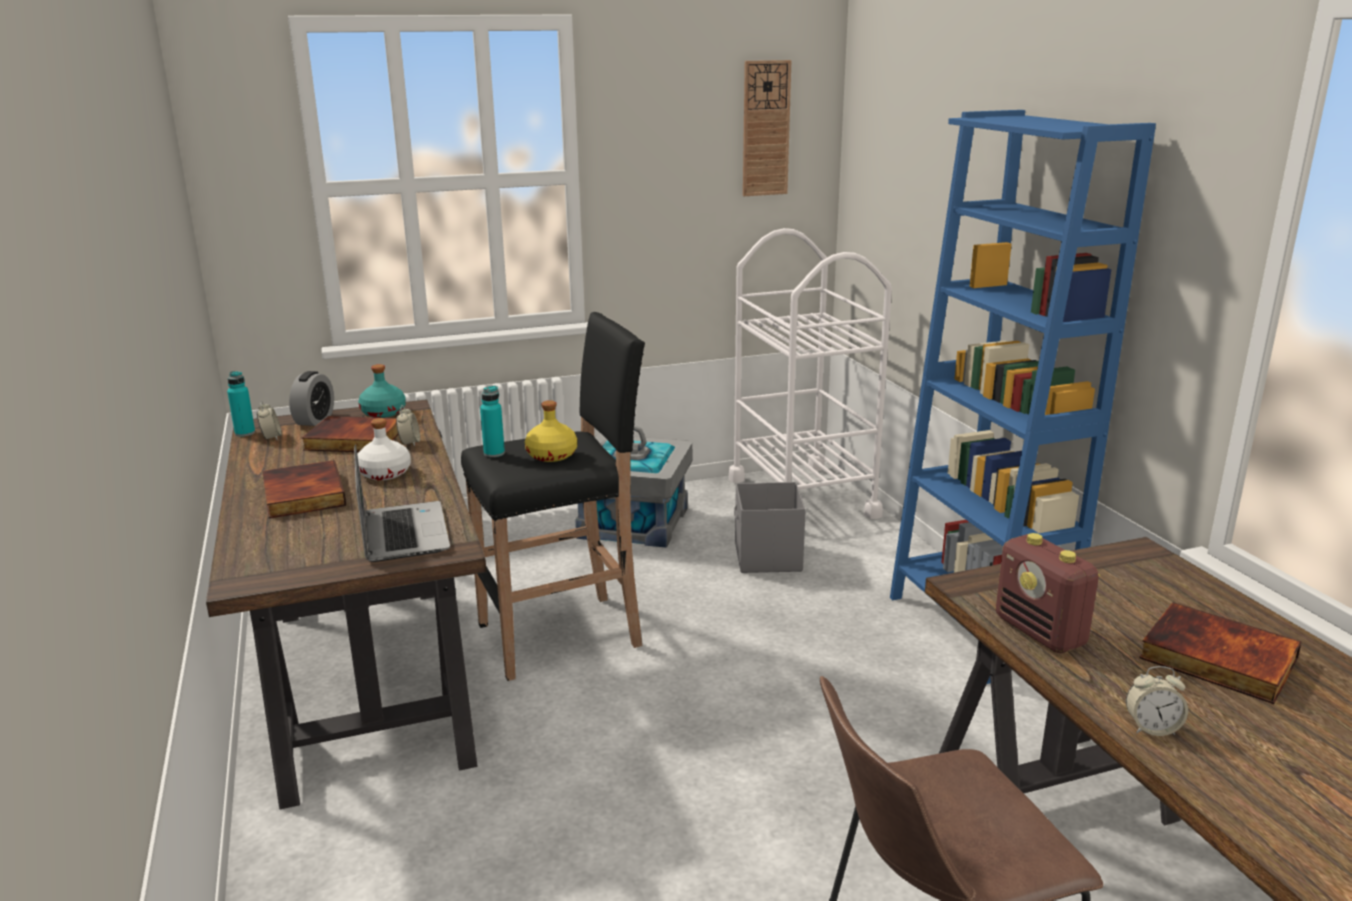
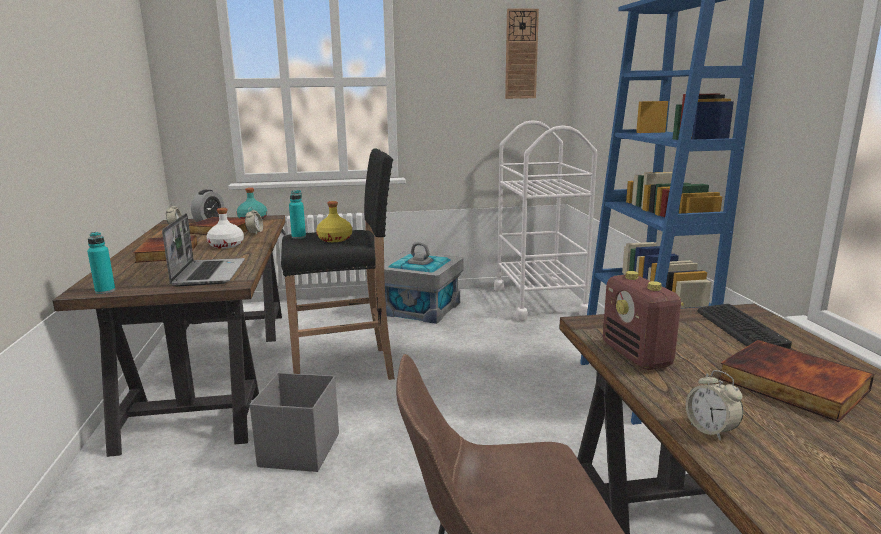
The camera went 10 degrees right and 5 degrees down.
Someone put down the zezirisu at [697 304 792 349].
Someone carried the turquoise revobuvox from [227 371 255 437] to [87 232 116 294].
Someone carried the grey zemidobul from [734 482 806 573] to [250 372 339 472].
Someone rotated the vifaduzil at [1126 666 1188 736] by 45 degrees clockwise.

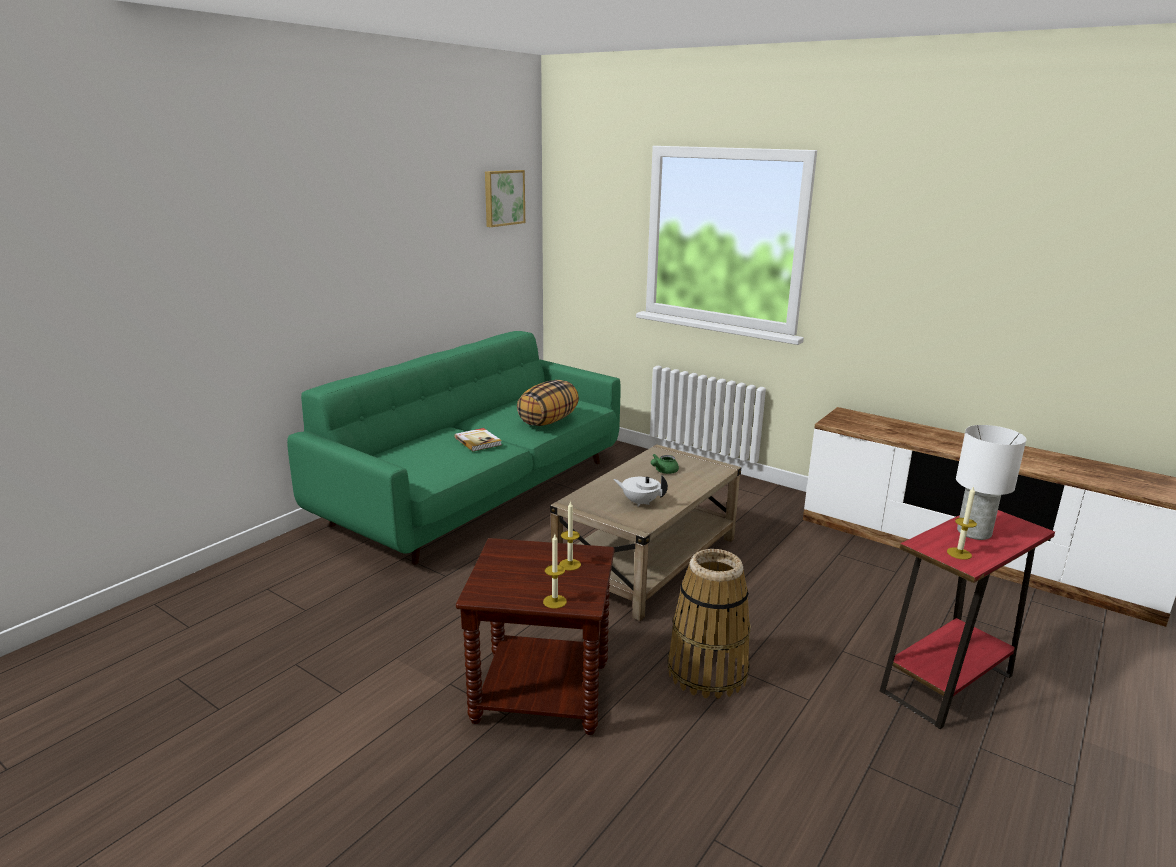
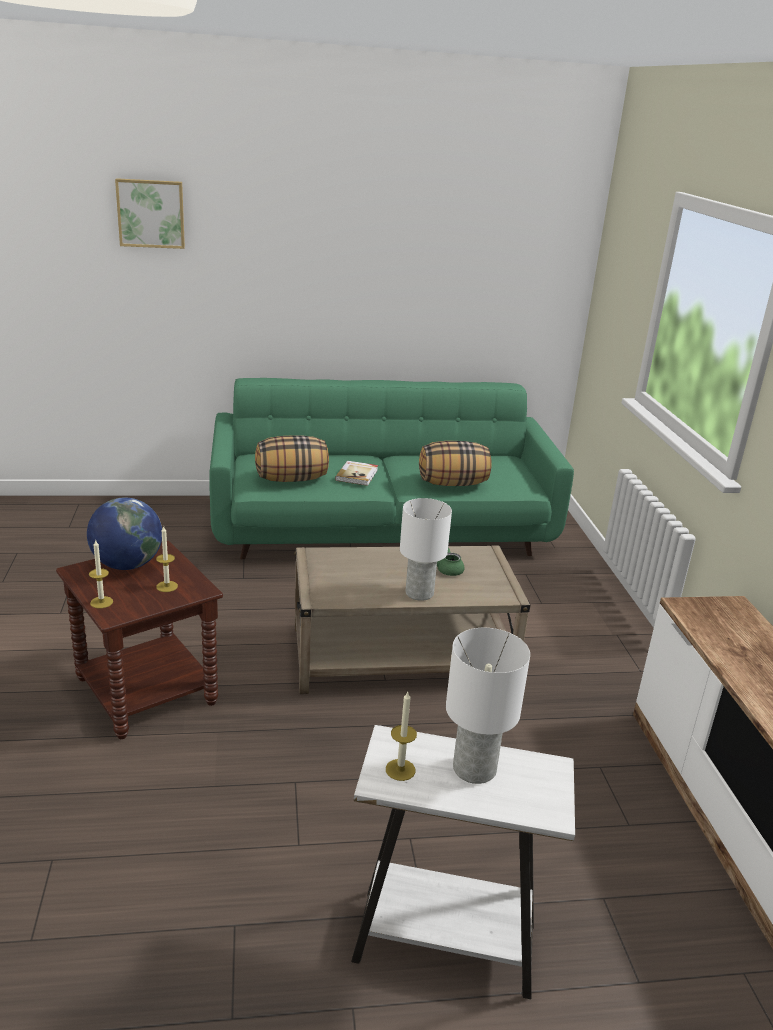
The camera went 45 degrees right and 5 degrees up.
Someone took away the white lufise at [613 476 668 507].
Someone took away the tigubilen at [668 549 751 699].
Someone put down the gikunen at [87 497 162 570].
Someone put down the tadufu at [255 435 329 482].
Someone put down the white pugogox at [400 498 452 601].
Someone carried the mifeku from [485 170 525 227] to [115 178 185 249].
Someone repainted the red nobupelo at [880 510 1055 729], which became the white nobupelo at [351 725 575 999].

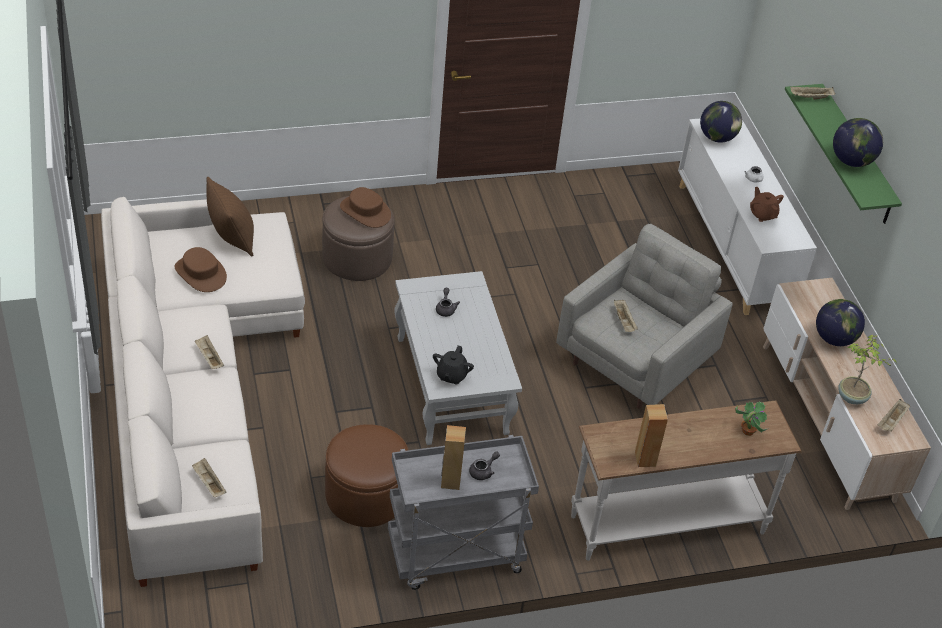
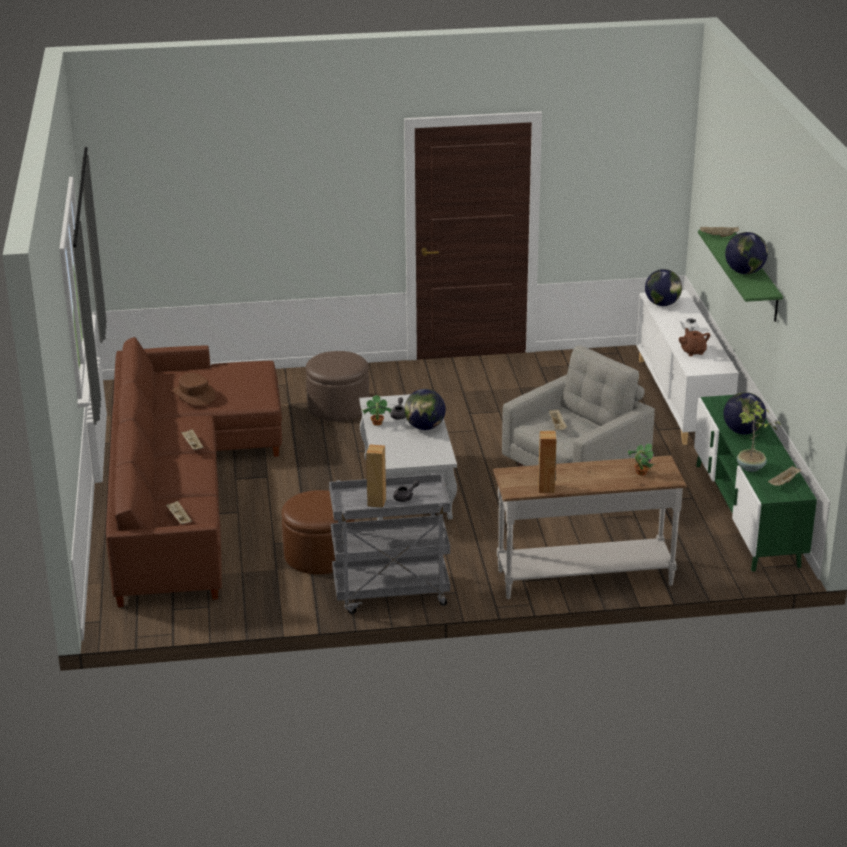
The camera went 10 degrees right and 15 degrees down.
Someone took away the brown tadufu at [206 177 254 257].
Someone took away the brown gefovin at [340 187 391 228].
Someone took away the black lufise at [433 345 474 385].
Someone put down the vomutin at [361 395 392 426].
Someone put down the gikunen at [404 389 446 430].
Someone repainted the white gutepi at [101 197 305 587], which became the brown gutepi at [106 337 282 607].
Someone repainted the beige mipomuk at [763 278 931 510], which became the green mipomuk at [694 395 817 572].

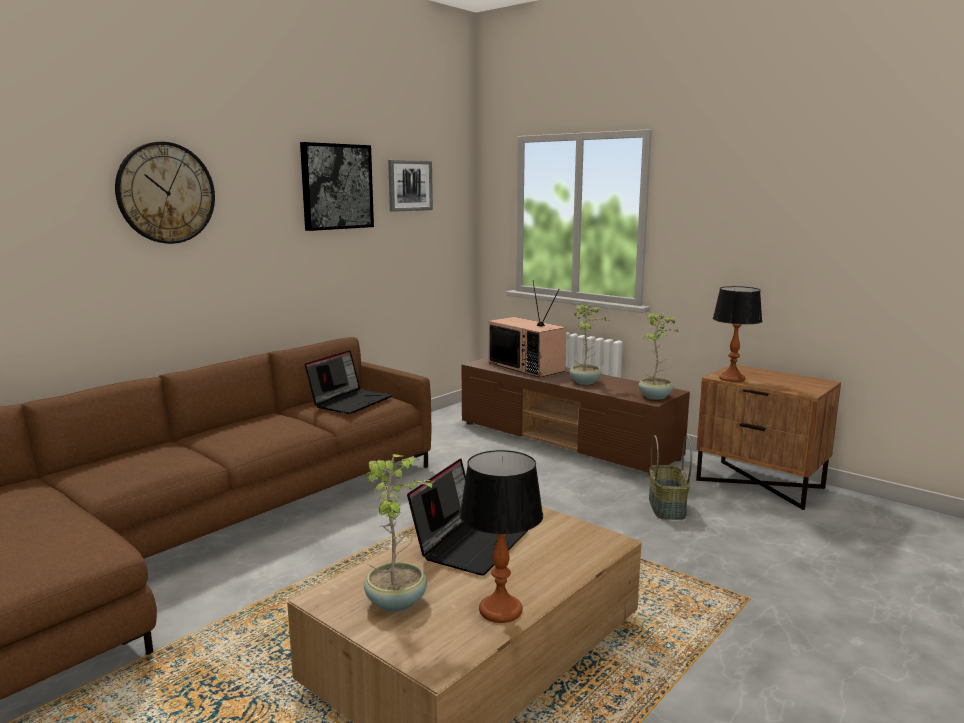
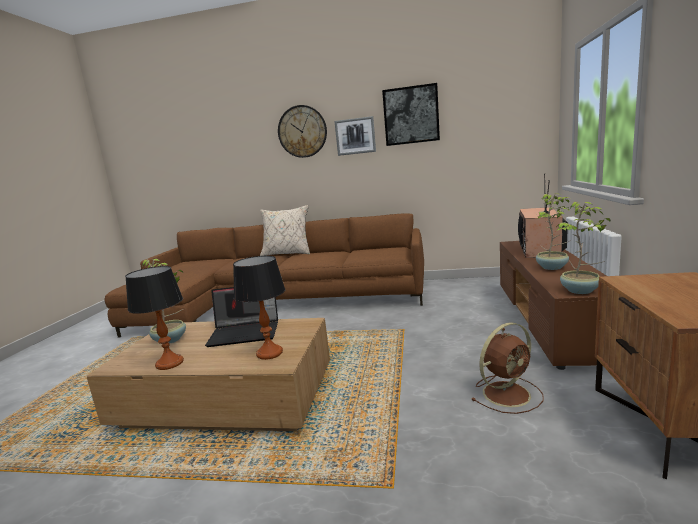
The camera went 60 degrees right and 0 degrees up.
Someone took away the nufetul at [305 350 392 414].
Someone put down the beige tadufu at [260 205 310 256].
Someone carried the mifeku from [388 160 433 212] to [334 116 376 156].
Someone carried the pugogox from [713 286 762 382] to [233 256 285 360].
Someone swapped the tigubilen at [649 435 692 520] for the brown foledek at [472 322 544 414].

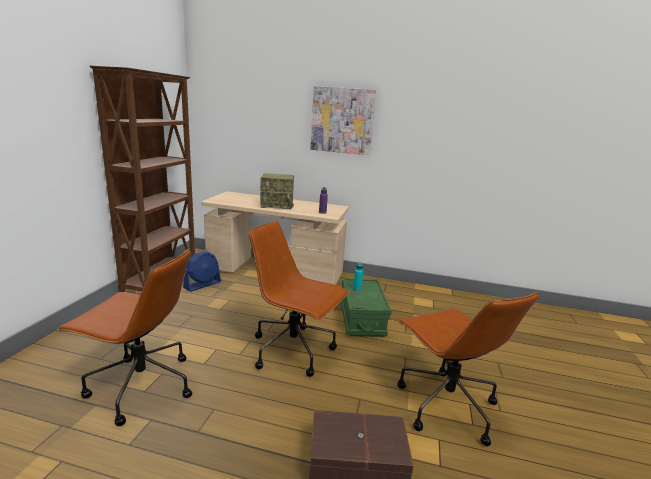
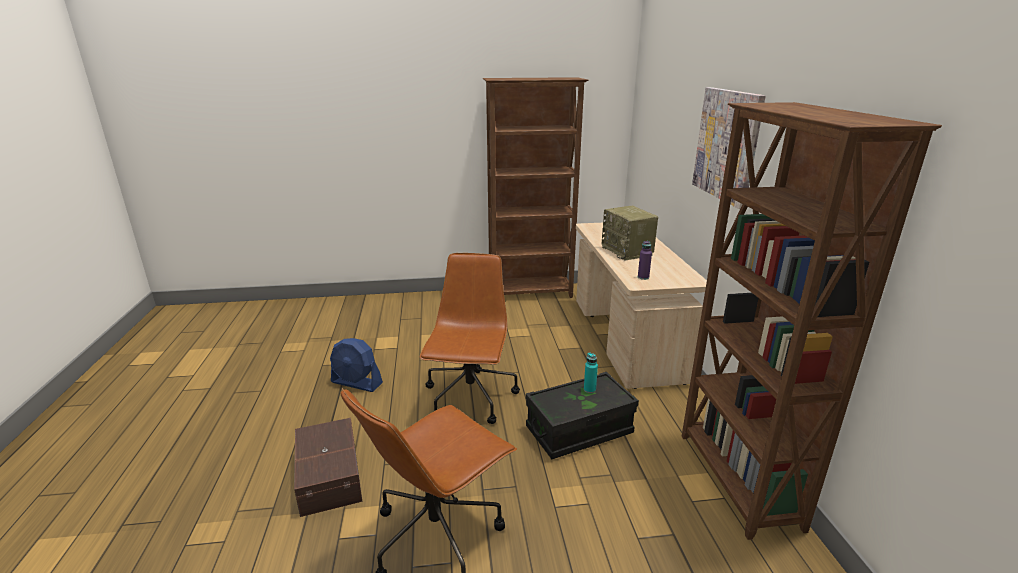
The camera went 70 degrees right and 5 degrees up.
Someone took away the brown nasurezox at [56 249 192 426].
Someone put down the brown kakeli at [682 102 942 540].
Someone carried the blue foledek from [183 251 221 292] to [330 338 383 392].
Someone repainted the green zemidobul at [341 278 392 337], which became the black zemidobul at [526 372 639 459].

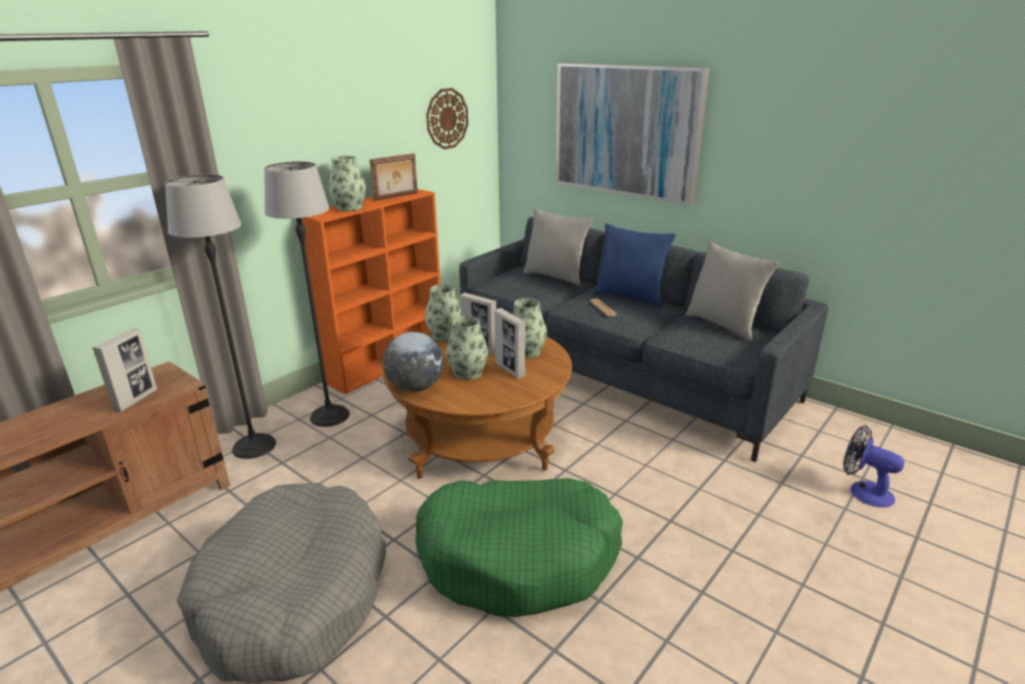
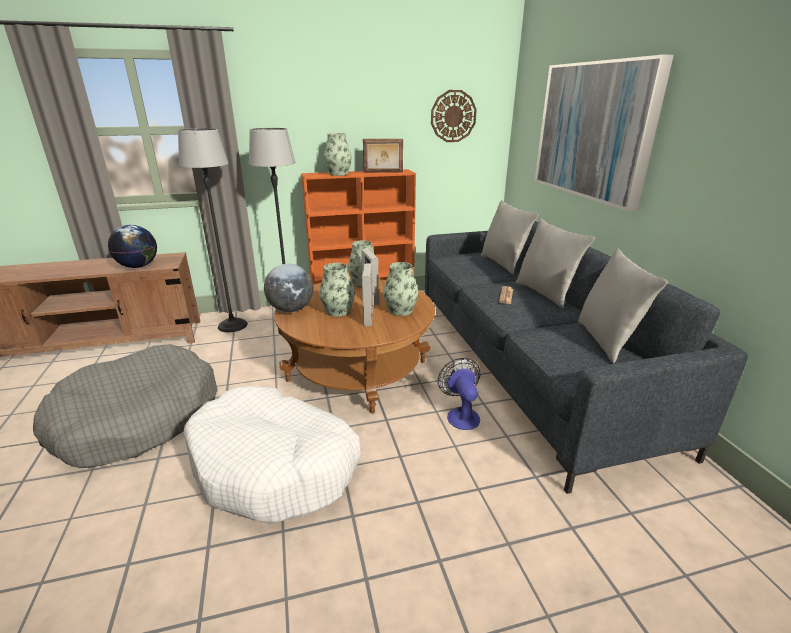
The camera went 35 degrees right and 0 degrees up.
Someone carried the foledek from [843 425 904 507] to [438 358 480 430].
Someone swapped the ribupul at [93 328 157 412] for the gikunen at [108 225 157 268].
Someone repainted the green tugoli at [416 478 623 617], which became the white tugoli at [183 385 361 524].
Someone repainted the blue tadufu at [594 224 676 307], which became the grey tadufu at [516 218 595 309].

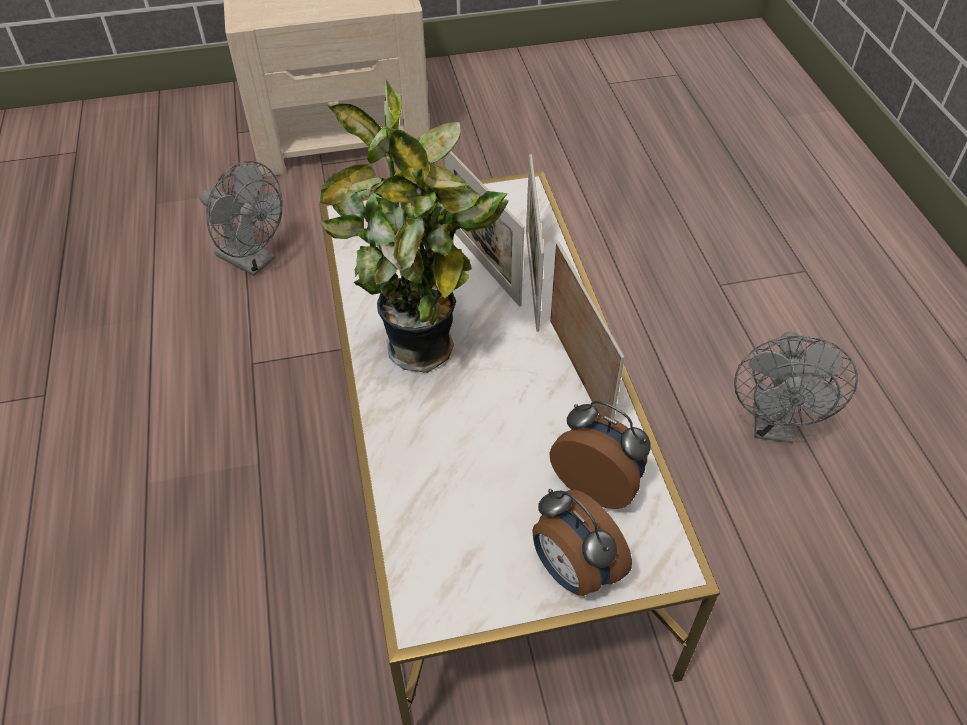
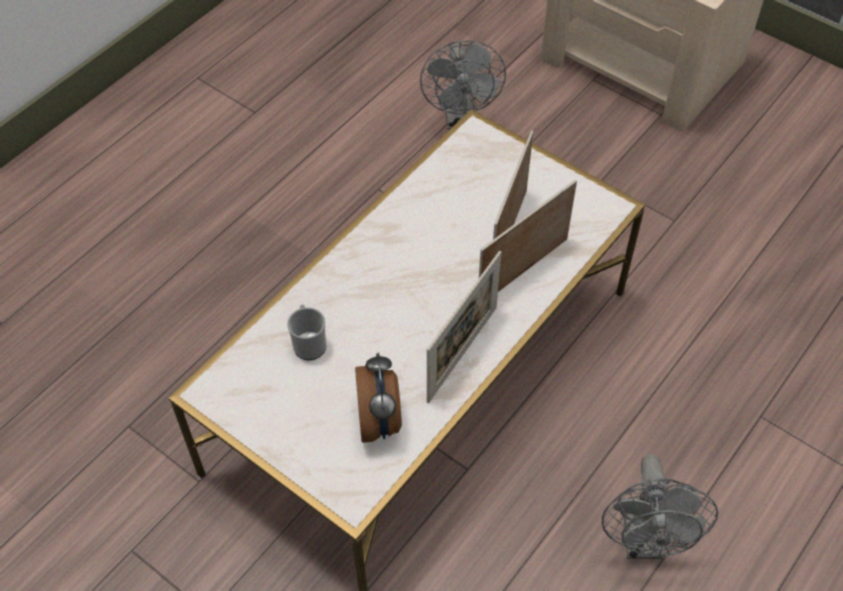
The camera went 50 degrees right and 5 degrees up.
Someone took away the vomutin at [319 78 509 373].
Someone took away the vifaduzil at [532 489 632 596].
Someone put down the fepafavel at [287 304 327 360].
Someone rotated the grey foledek at [734 331 858 443] by 60 degrees counterclockwise.

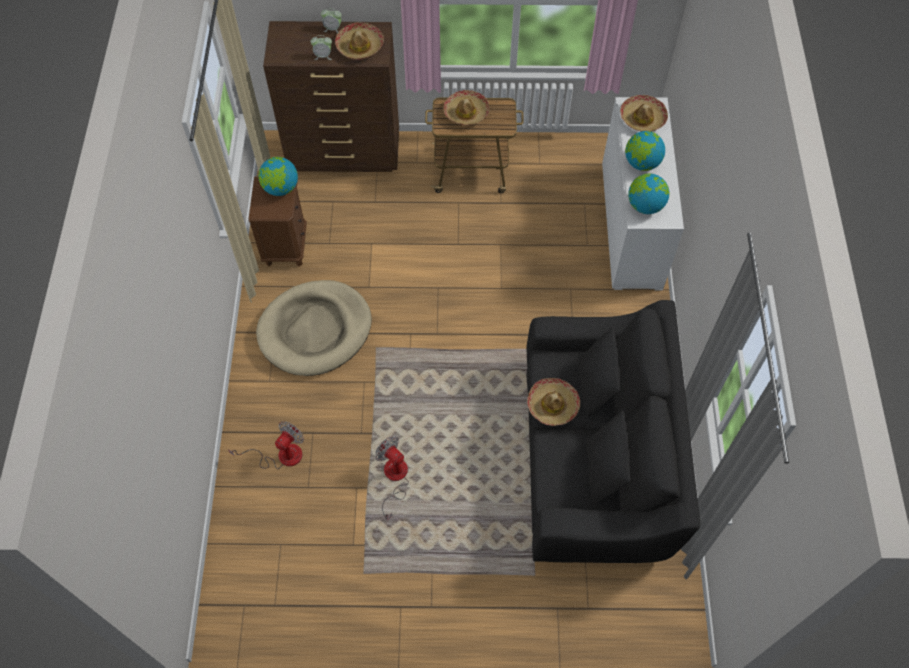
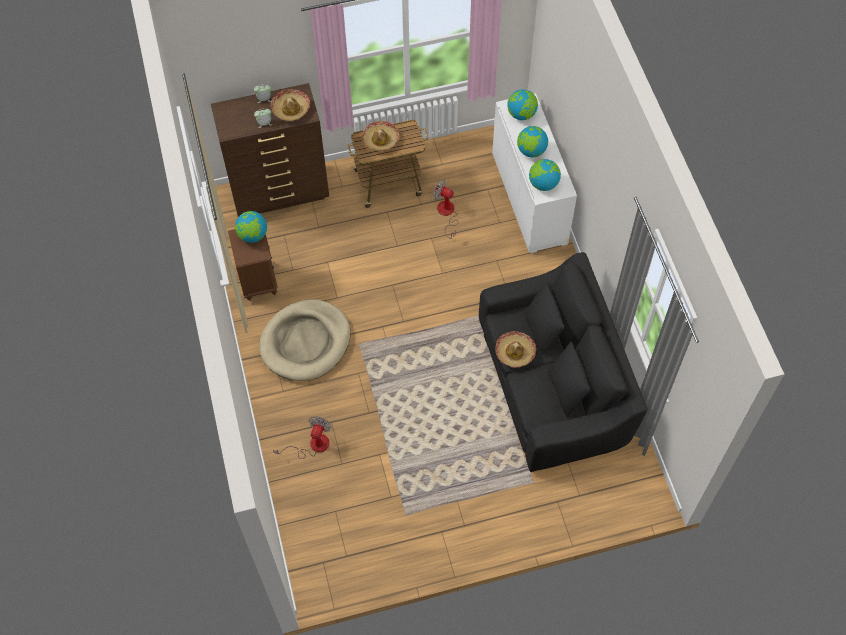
The camera went 15 degrees left and 0 degrees up.
Someone carried the foledek from [375 436 409 521] to [433 180 458 239].
Someone swapped the gefovin at [620 95 668 132] for the gikunen at [507 89 538 120].

